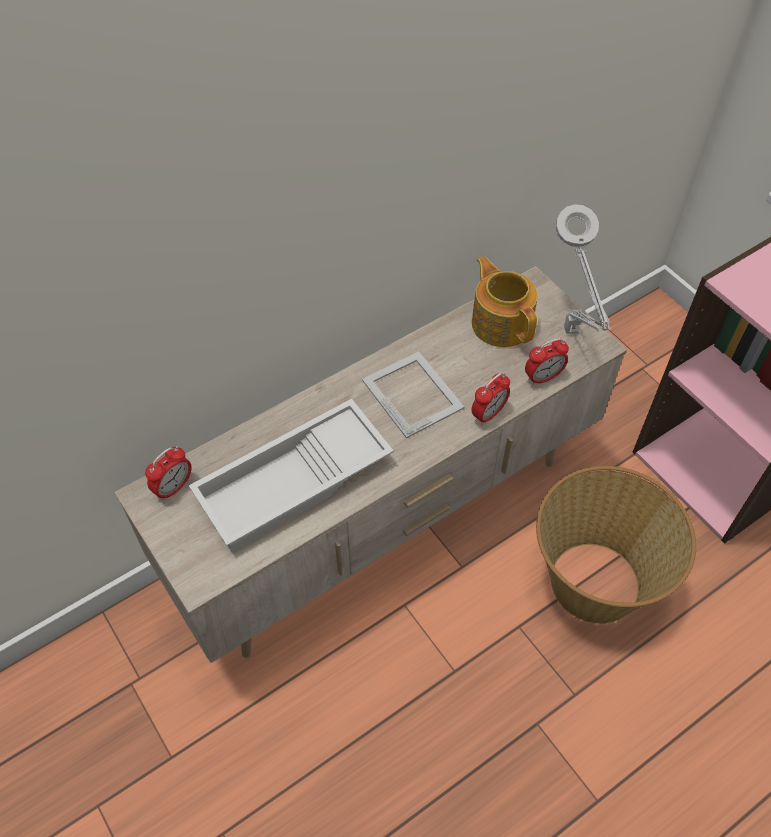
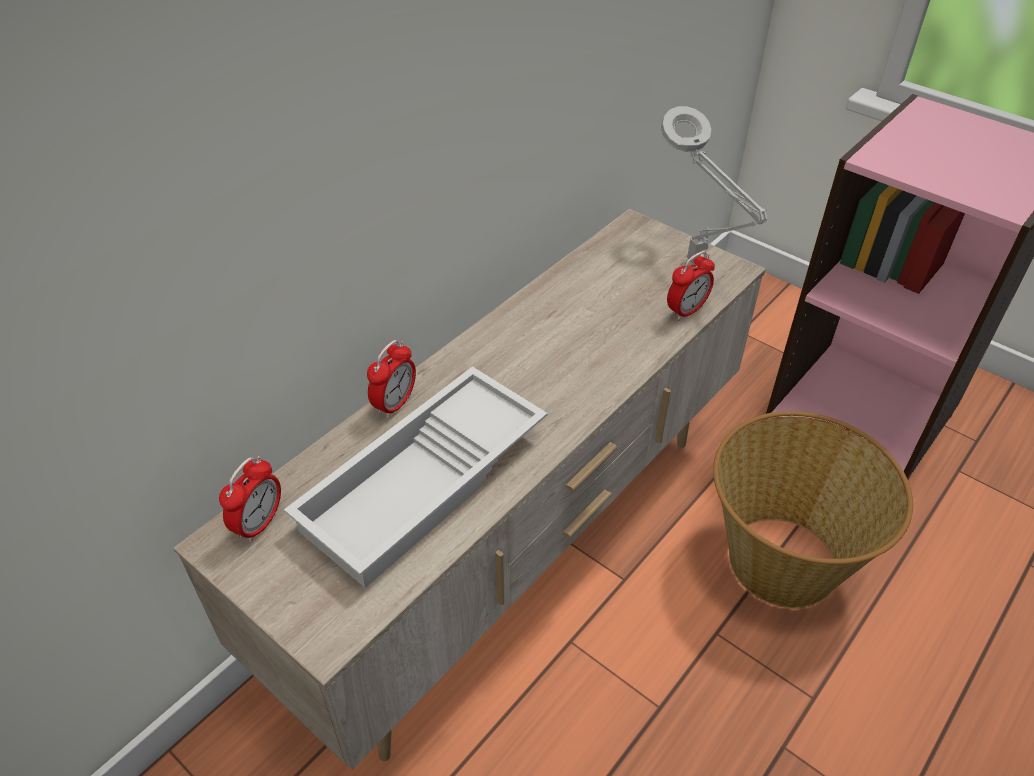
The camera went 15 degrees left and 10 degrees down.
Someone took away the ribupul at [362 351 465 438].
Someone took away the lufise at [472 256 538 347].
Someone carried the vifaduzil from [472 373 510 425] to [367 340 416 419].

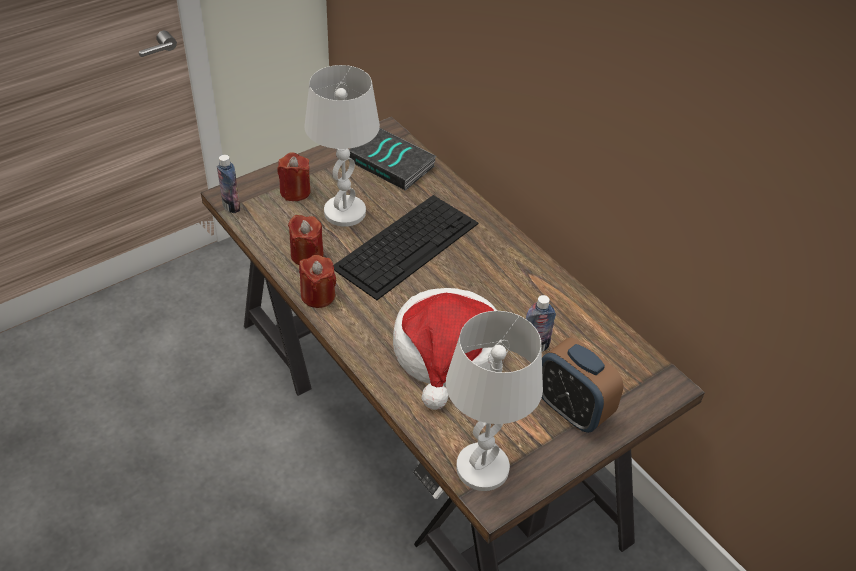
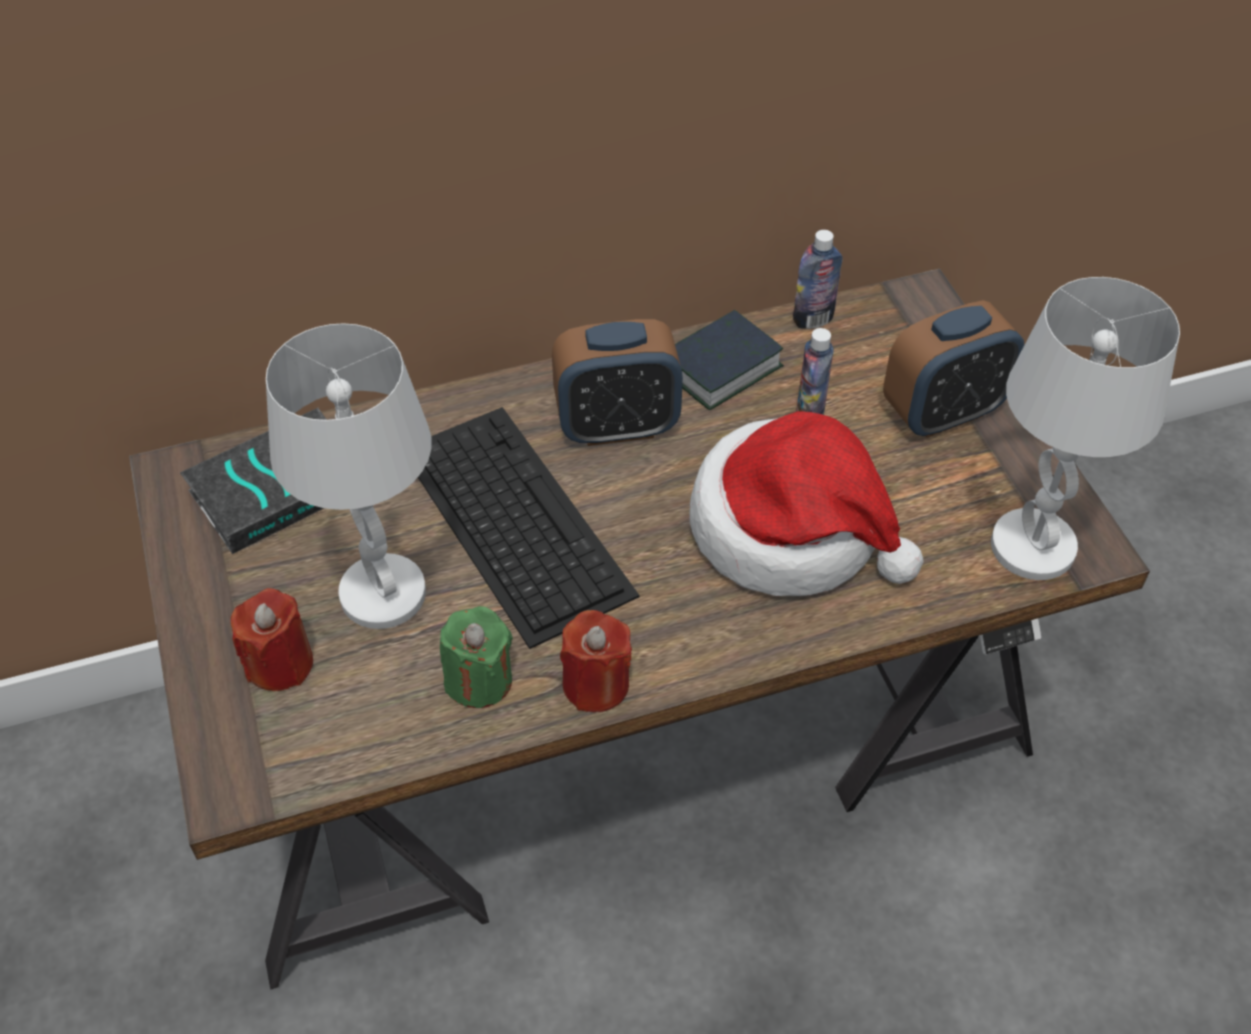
The camera went 70 degrees left and 5 degrees up.
Someone put down the vifaduzil at [552 319 683 446].
Someone put down the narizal at [675 310 784 410].
Someone carried the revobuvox from [217 155 240 213] to [793 230 843 329].
Someone repainted the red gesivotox at [288 215 324 265], which became the green gesivotox at [440 606 513 708].

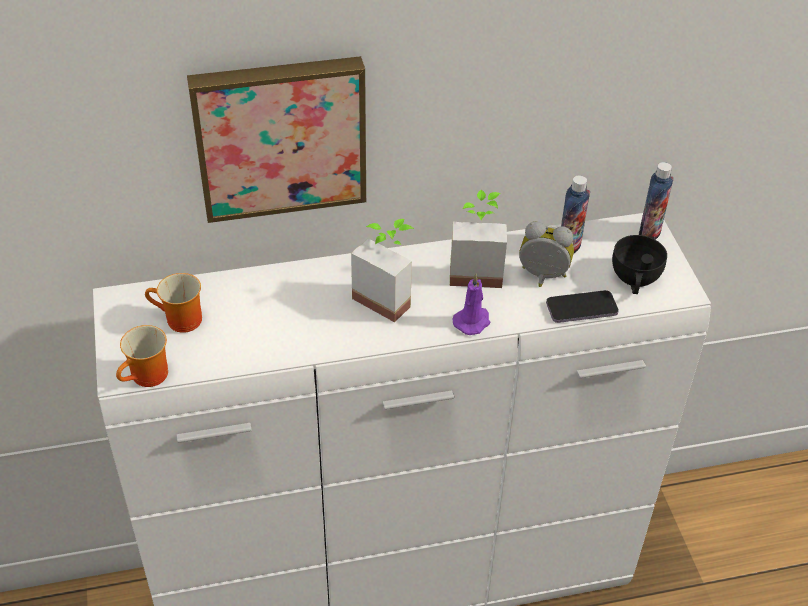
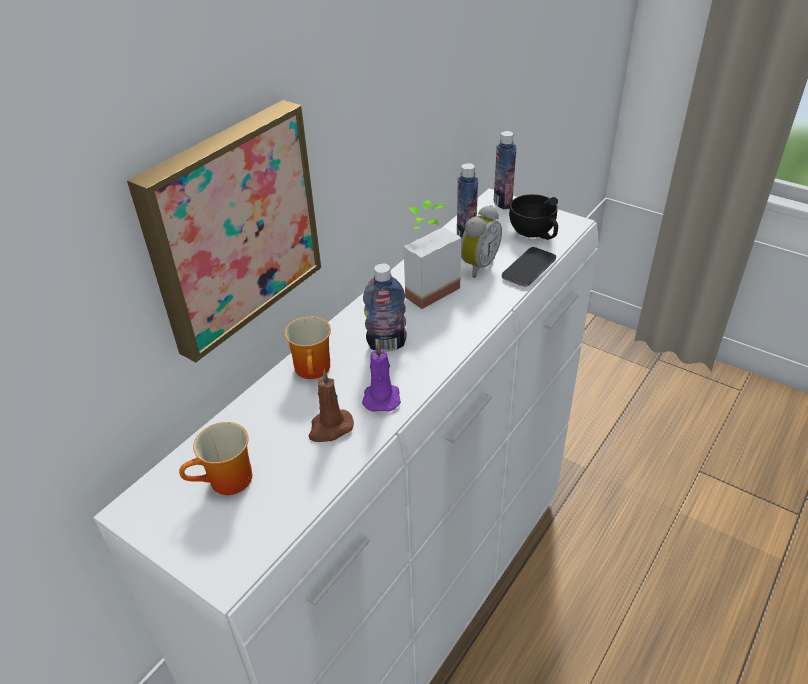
The camera went 40 degrees left and 5 degrees down.
Someone put down the brown gesivotox at [309 370 354 442].
Someone carried the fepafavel from [116 325 168 387] to [284 316 331 379].
Someone carried the purple gesivotox from [452 274 490 335] to [362 342 401 412].
Someone swapped the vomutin at [351 219 414 323] for the revobuvox at [363 263 407 352].
Someone rotated the vifaduzil at [519 221 574 287] by 150 degrees clockwise.

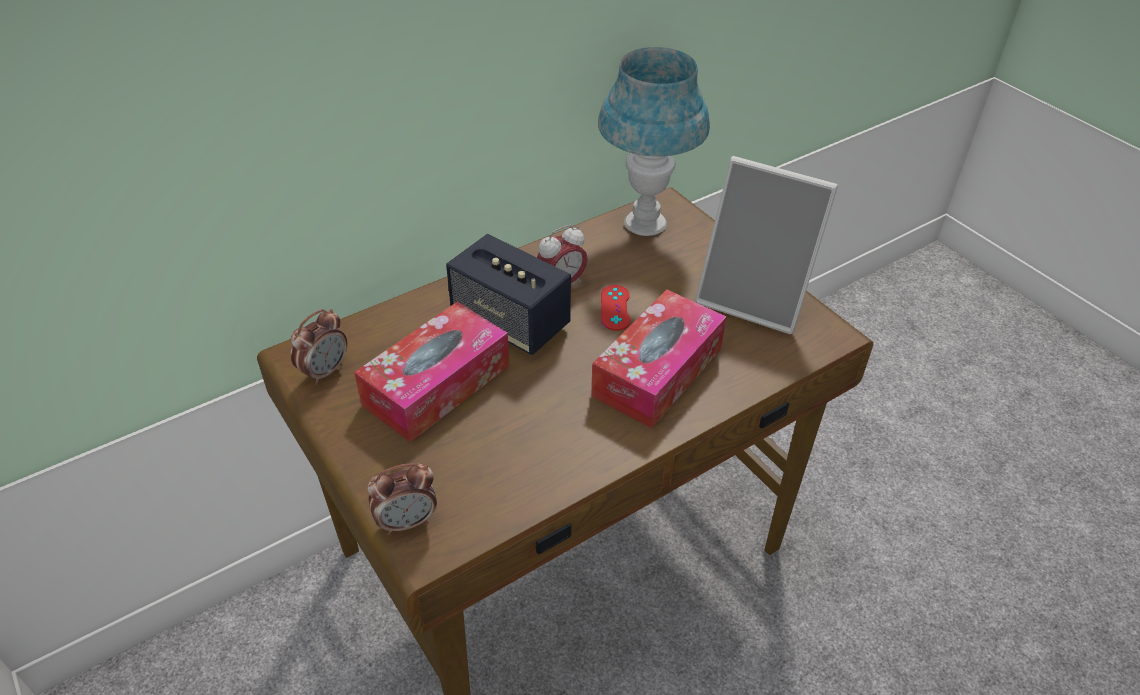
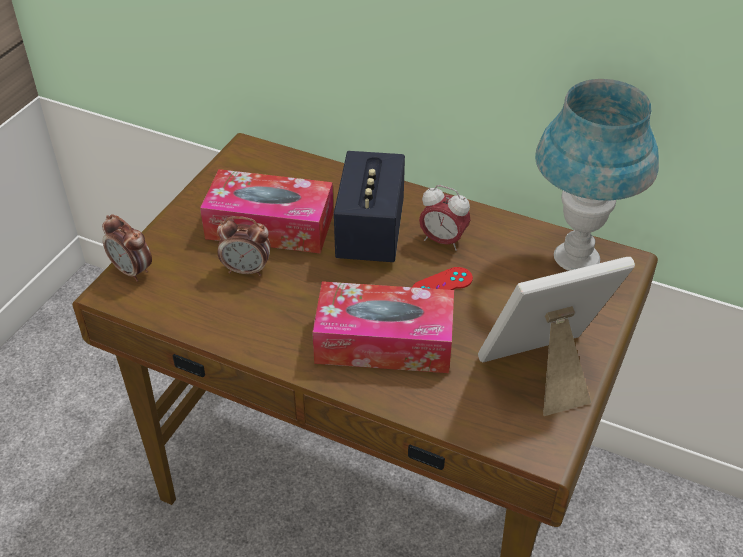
The camera went 60 degrees right and 0 degrees up.
Someone carried the vifaduzil from [290 309 347 385] to [217 216 271 276].
Someone rotated the ribupul at [695 156 838 334] by 75 degrees clockwise.

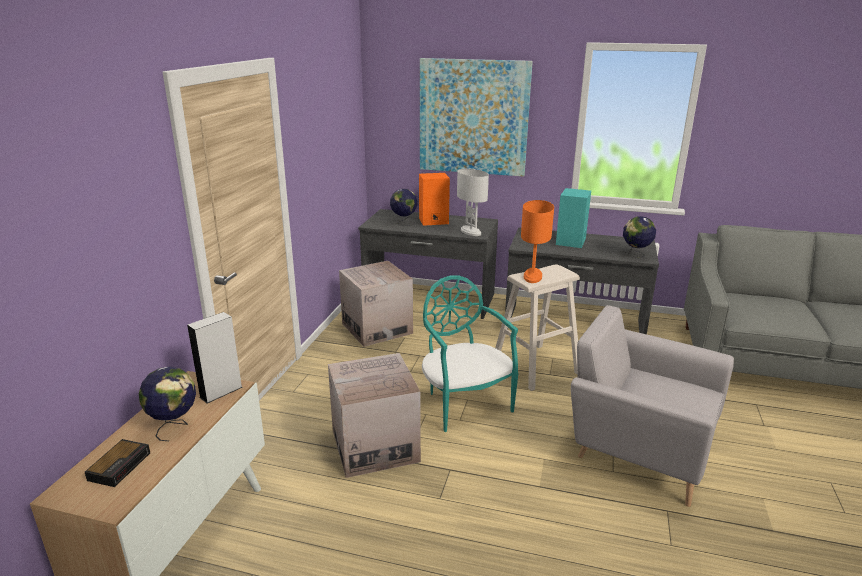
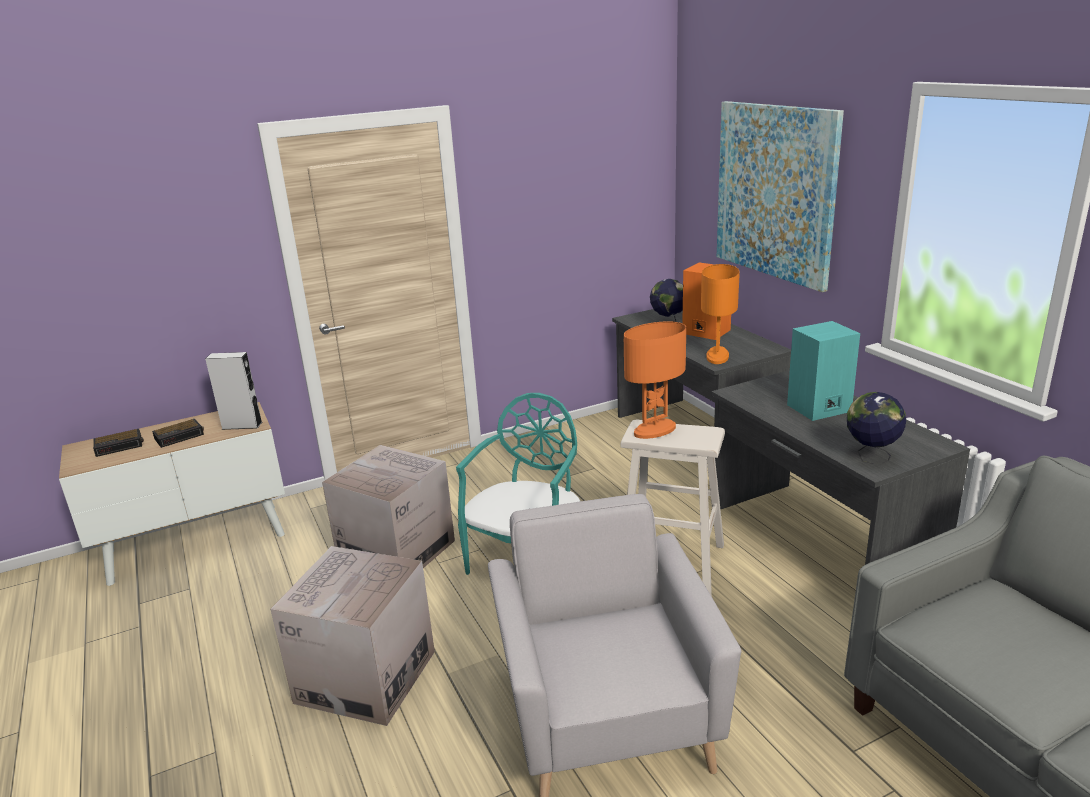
The camera went 50 degrees right and 0 degrees up.
Someone carried the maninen from [339 261 413 347] to [270 546 435 726].
Someone swapped the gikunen at [139 367 196 441] for the vifaduzil at [152 419 204 448].
Someone repainted the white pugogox at [457 169 489 236], which became the orange pugogox at [701 264 739 364].

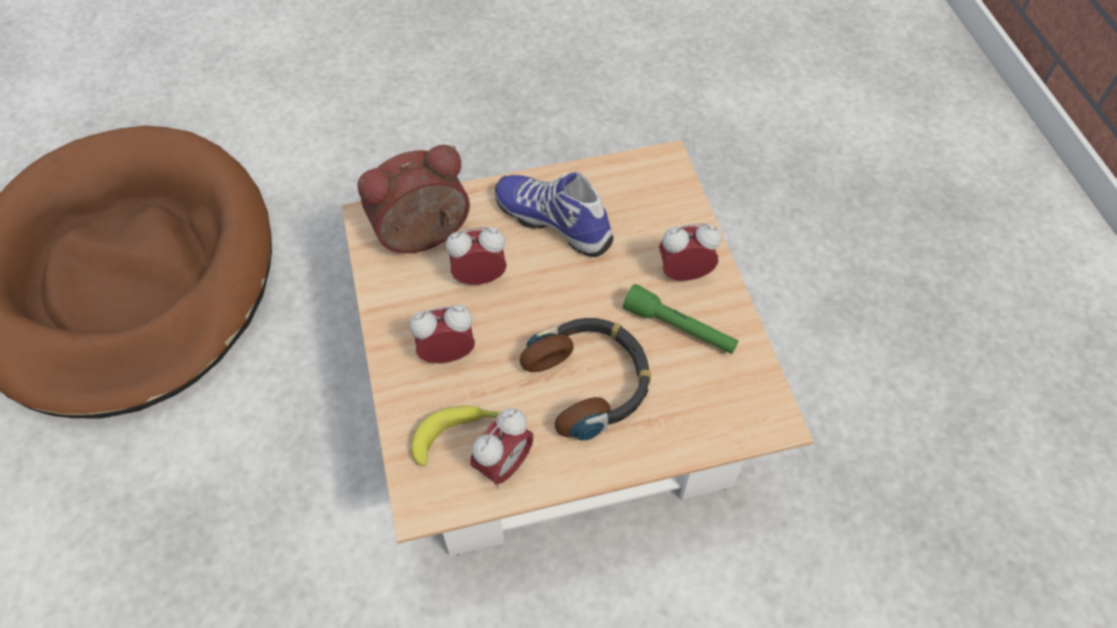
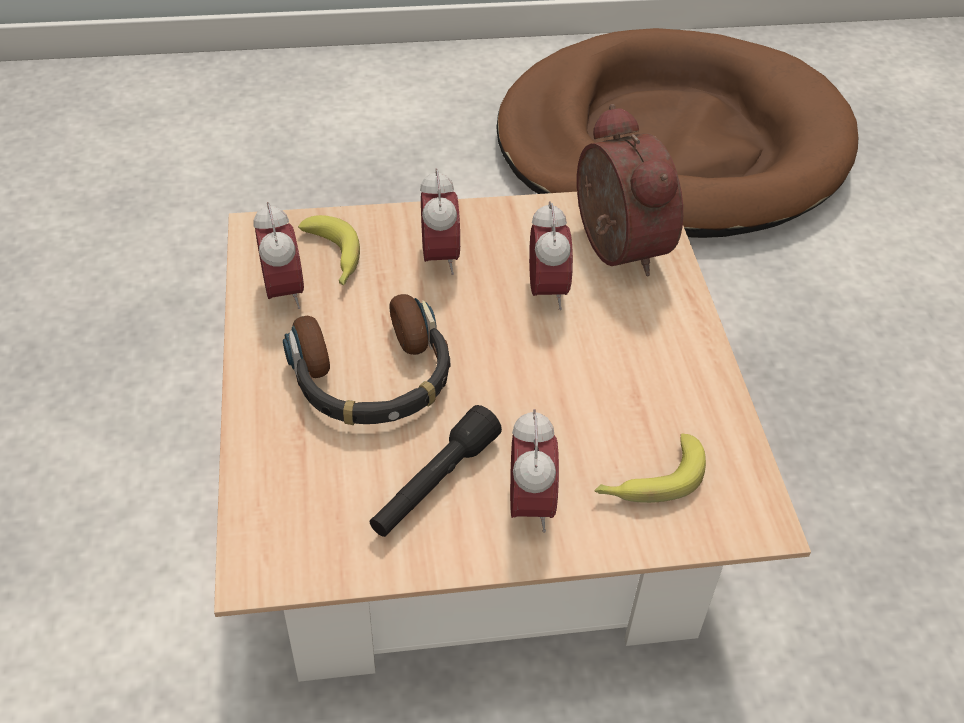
The camera went 95 degrees right and 10 degrees down.
Someone took away the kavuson at [495 171 613 257].
Someone put down the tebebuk at [594 433 706 503].
Someone repainted the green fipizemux at [623 284 738 354], which became the black fipizemux at [370 405 502 537].
Someone rotated the vifaduzil at [470 408 534 489] by 150 degrees counterclockwise.

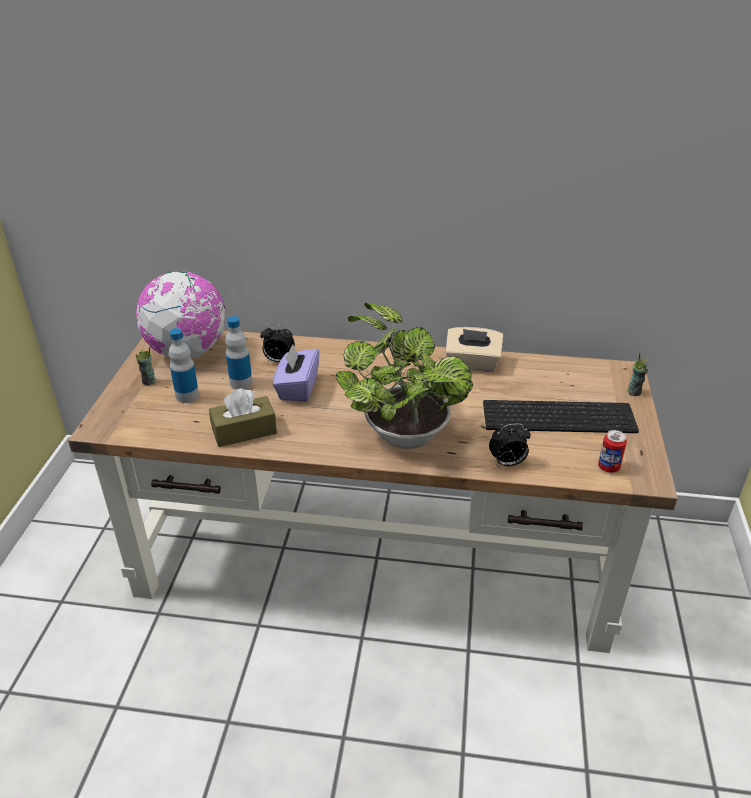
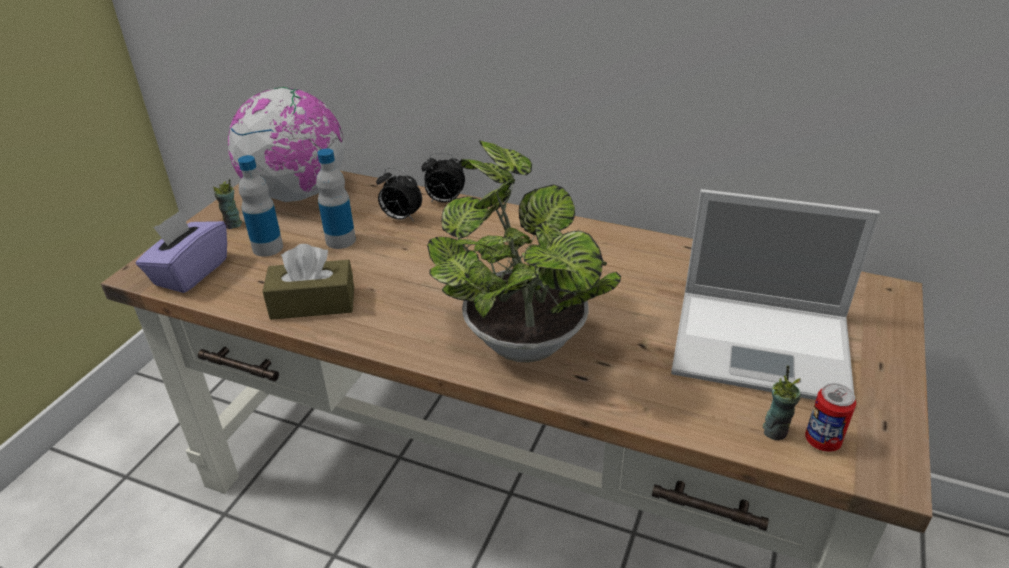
The camera went 15 degrees right and 0 degrees up.
Someone took away the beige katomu at [445 327 503 372].
Someone carried the purple katomu from [273 344 319 402] to [136 210 227 293].
Someone carried the vifaduzil from [489 424 531 466] to [421 152 465 203].
Someone carried the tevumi from [627 353 648 396] to [763 365 801 440].
Someone swapped the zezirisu at [483 400 639 433] for the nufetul at [671 189 880 400].

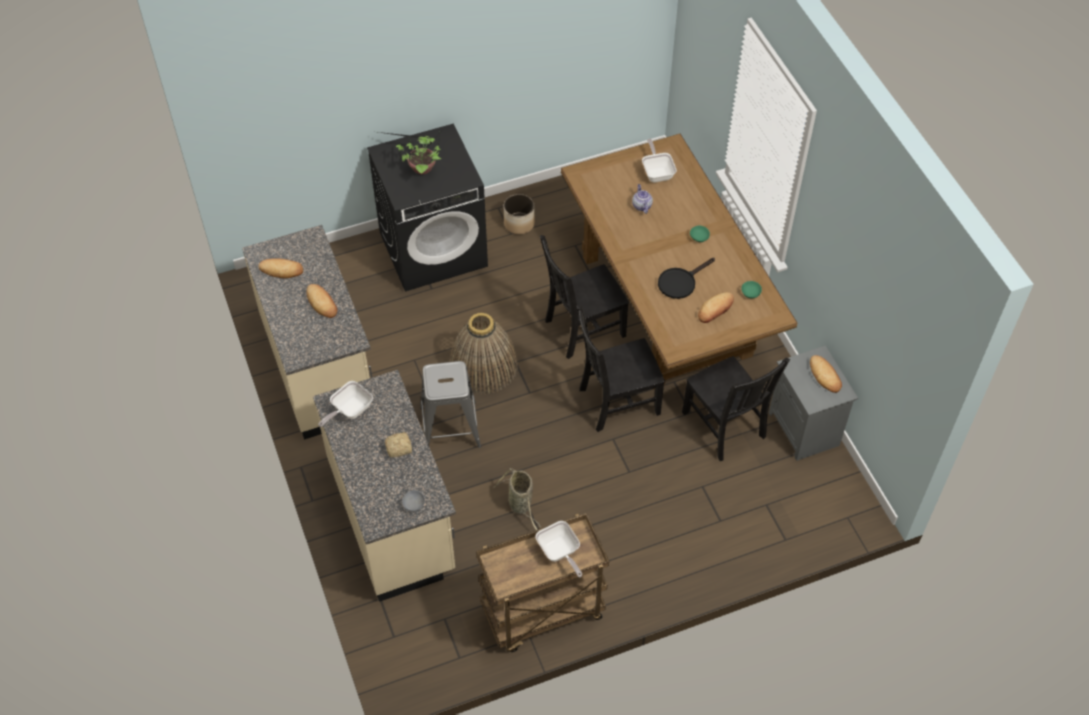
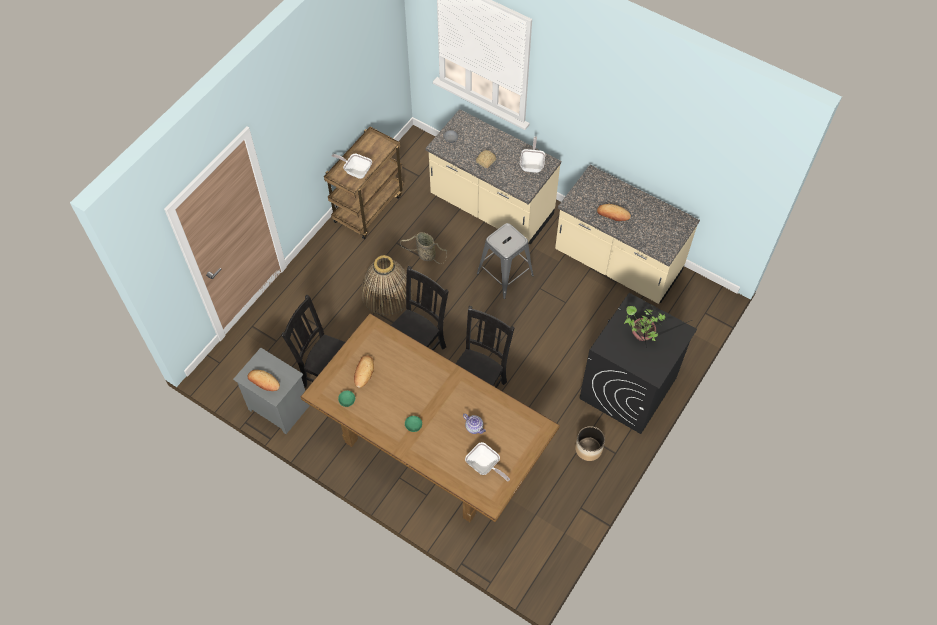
The camera went 145 degrees right and 5 degrees up.
Someone took away the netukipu at [258 258 303 278].
Someone took away the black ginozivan at [658 258 715 299].
Someone carried the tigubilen from [450 313 518 395] to [361 255 414 316].

